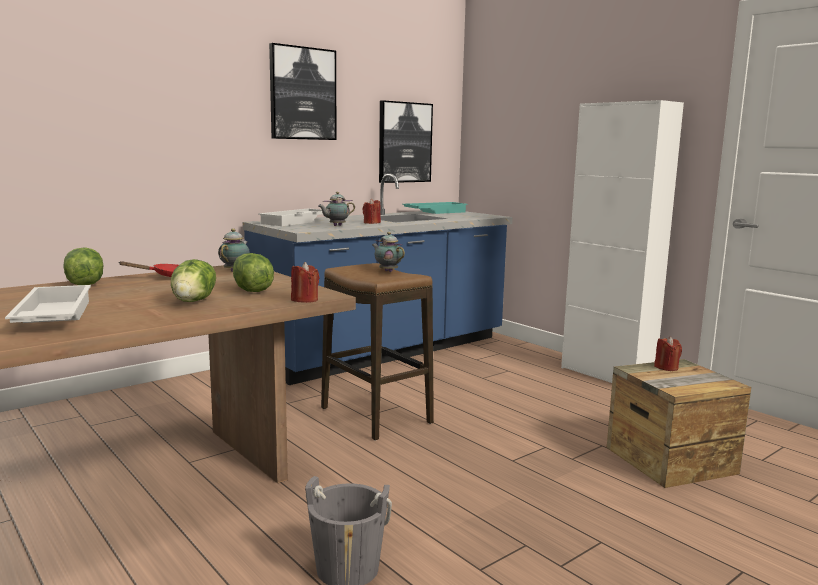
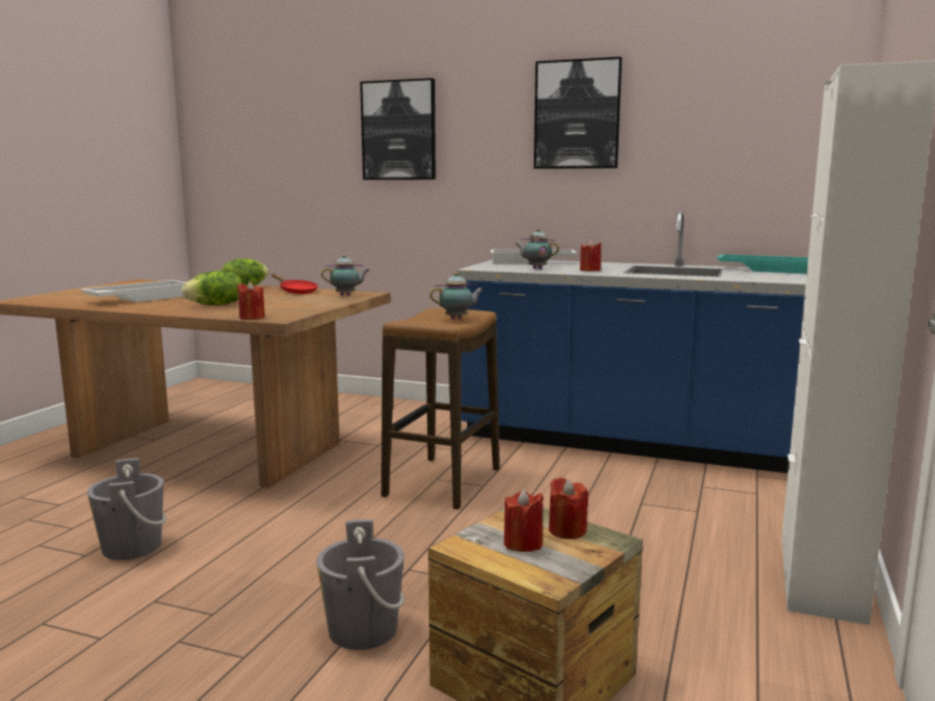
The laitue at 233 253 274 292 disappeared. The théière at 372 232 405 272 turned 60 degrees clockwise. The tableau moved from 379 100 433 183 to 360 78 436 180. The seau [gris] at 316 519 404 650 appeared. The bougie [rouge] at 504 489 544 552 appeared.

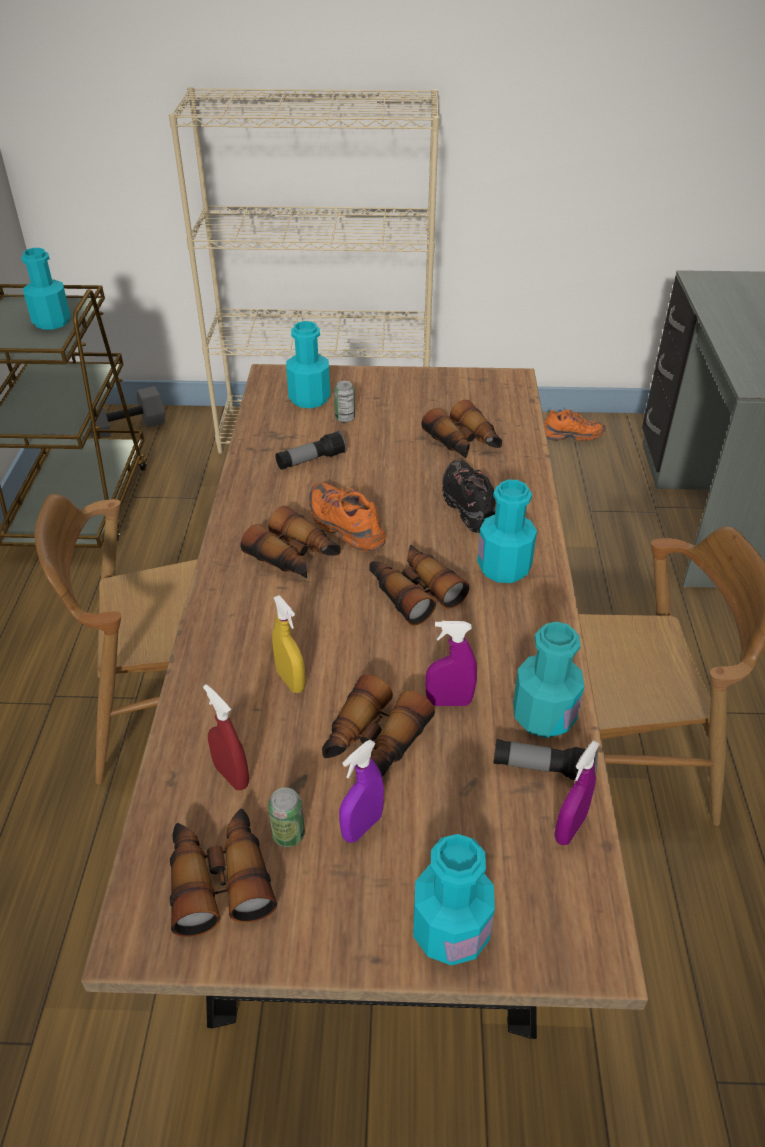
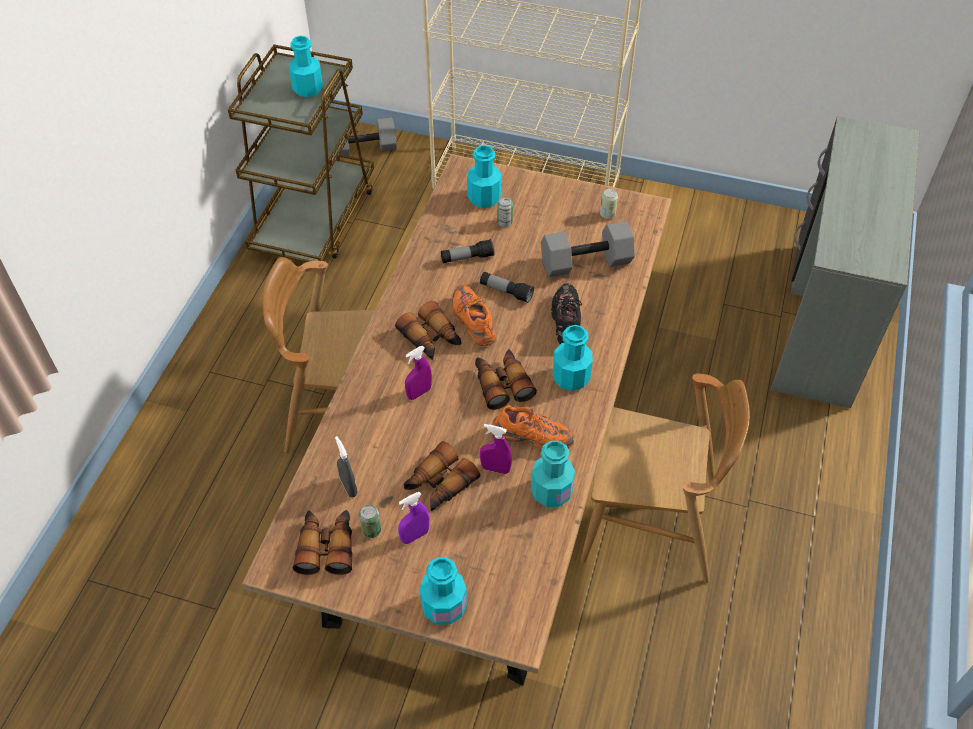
The vaporisateur [rouge] at 203 684 249 790 became the vaporisateur [gris] at 335 436 357 497. The vaporisateur [jaune] at 272 595 306 693 disappeared. The jumelles at 421 400 502 458 was replaced by the haltère [gris] at 541 221 635 277. The lampe de poche moved from 493 739 598 780 to 480 272 534 303. The chaussure [orange] moved from 544 409 606 441 to 493 405 575 450. The vaporisateur [violet] moved from 554 740 600 845 to 405 346 432 400. The boîte métallique at 600 188 618 219 appeared.

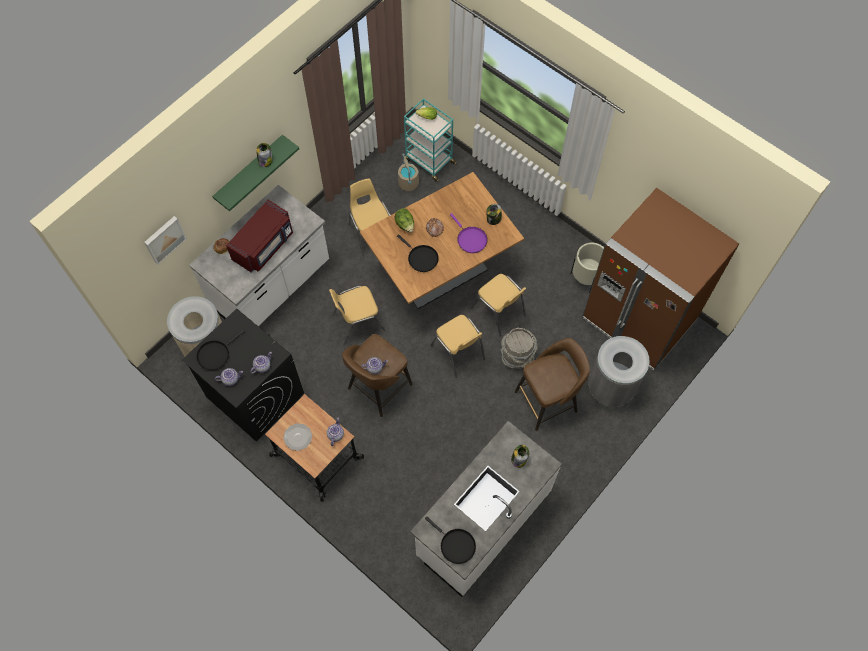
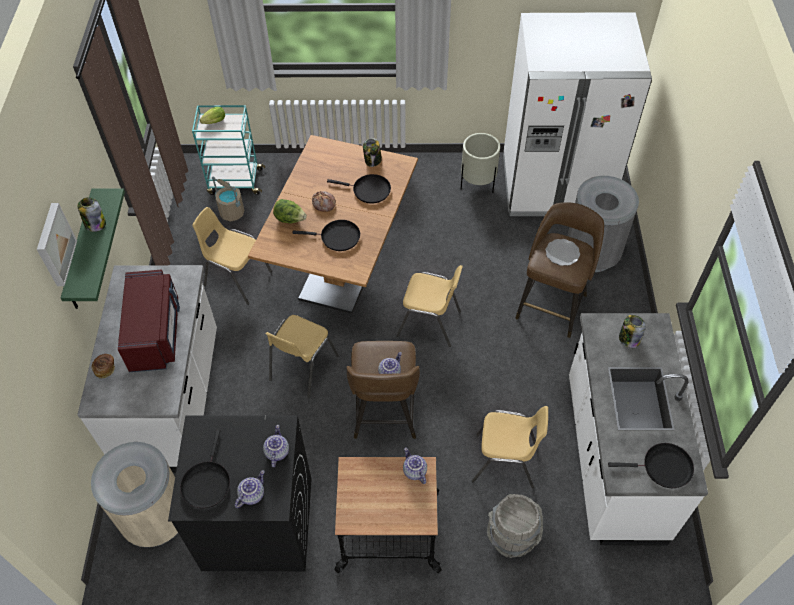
The tableau moved from 144 216 187 265 to 37 203 77 286. The assiette moved from 283 423 312 451 to 546 239 580 266. The poêle [violet] at 450 213 488 253 became the poêle [noir] at 327 174 391 204. The chaise [jaune] moved from 471 274 526 336 to 472 406 548 489. The seau [gris] moved from 501 328 538 369 to 487 494 543 558. The réfrigérateur [marron] at 583 188 739 370 became the réfrigérateur [blanc] at 503 12 652 216.

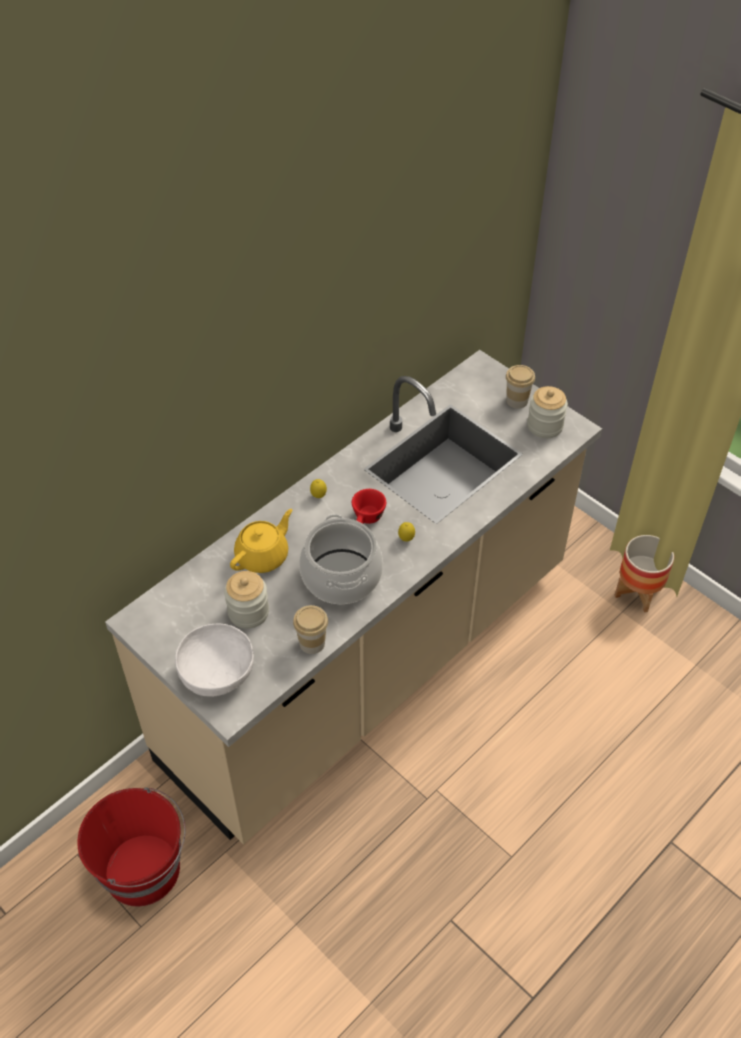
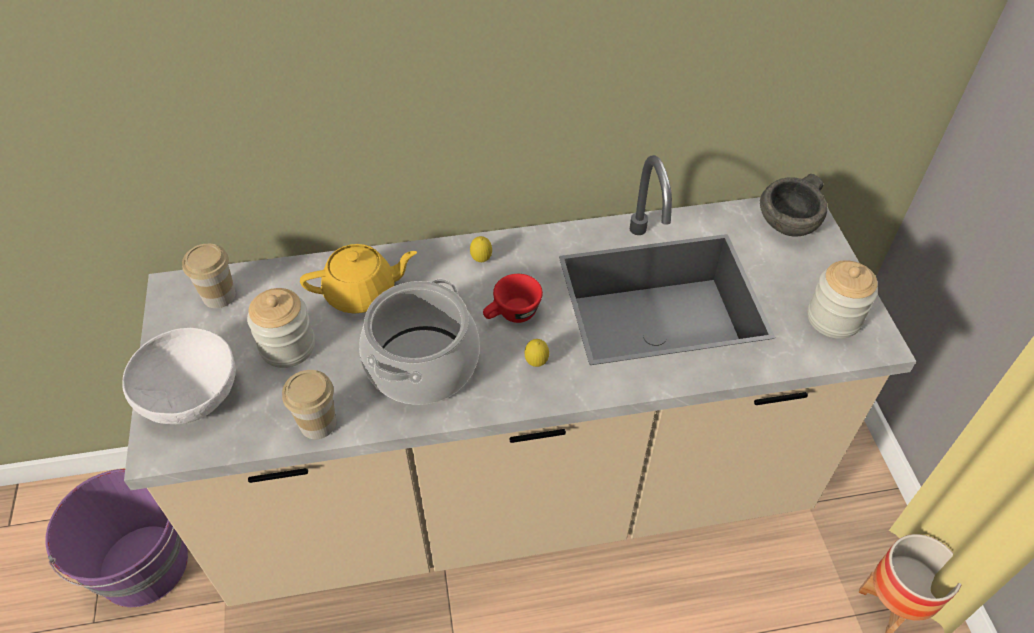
The seau [rouge] at 77 787 186 906 became the seau [violet] at 45 469 188 607. The tasse moved from 506 365 535 409 to 182 244 236 308. The bol [gris] at 760 174 827 237 appeared.

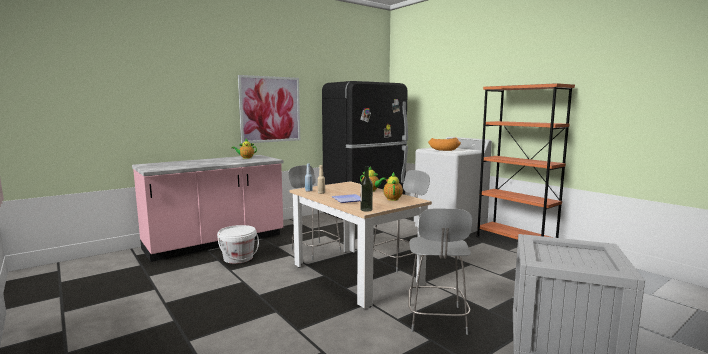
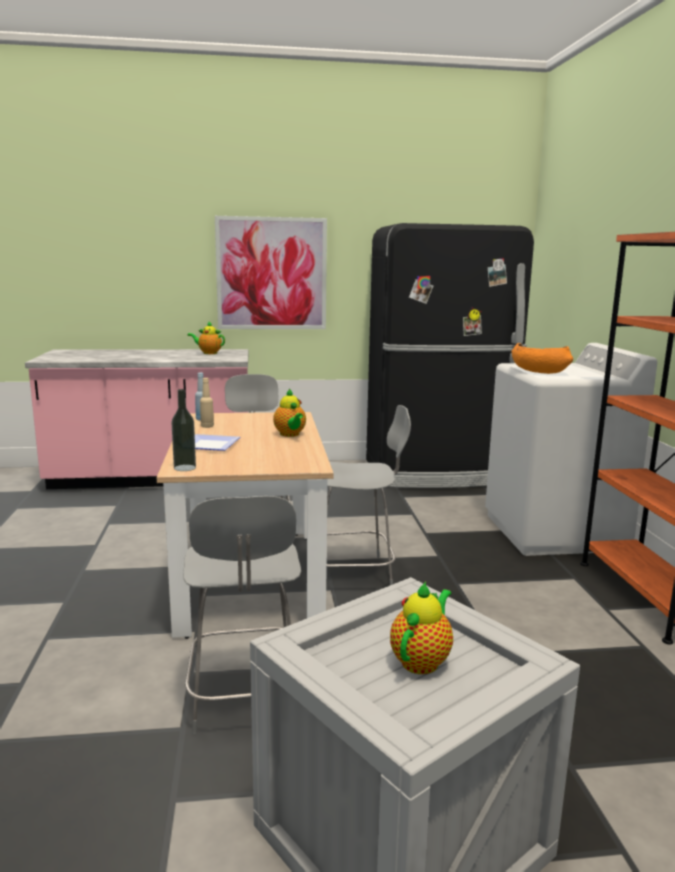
The seau [blanc] at 217 225 259 264 disappeared. The théière moved from 383 172 403 201 to 390 582 453 674. The chaise [gris] at 408 208 473 335 turned 45 degrees counterclockwise.

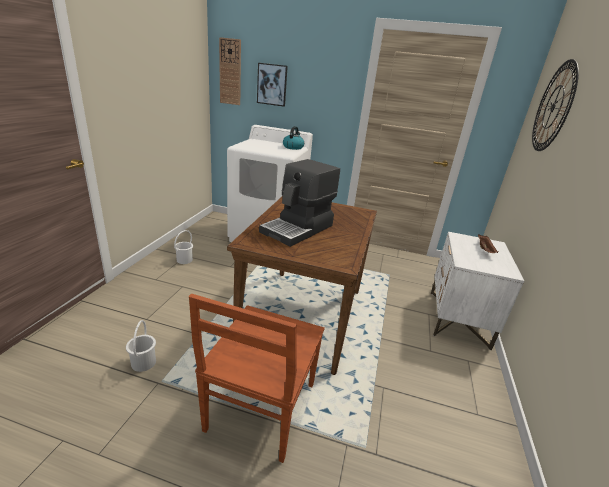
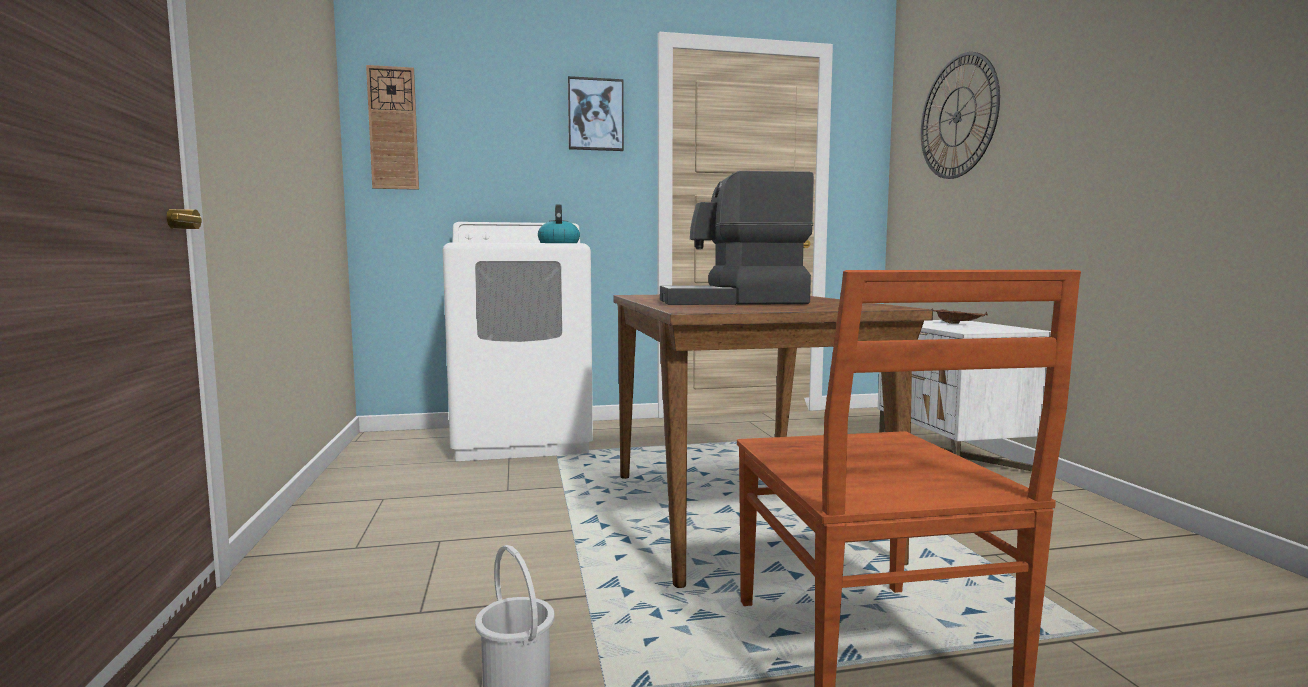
The seau [blanc] at 174 230 193 264 disappeared. The tableau moved from 257 63 288 107 to 568 76 624 151. The machine à café at 259 159 340 247 turned 75 degrees clockwise.

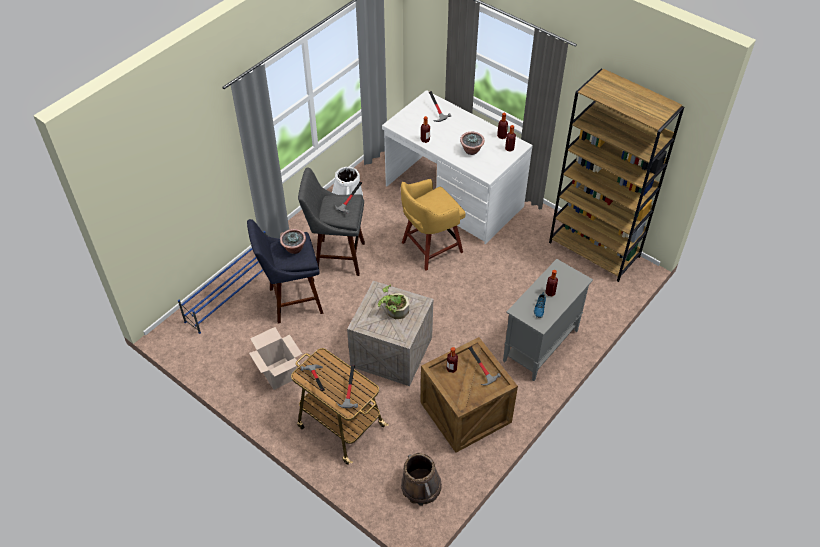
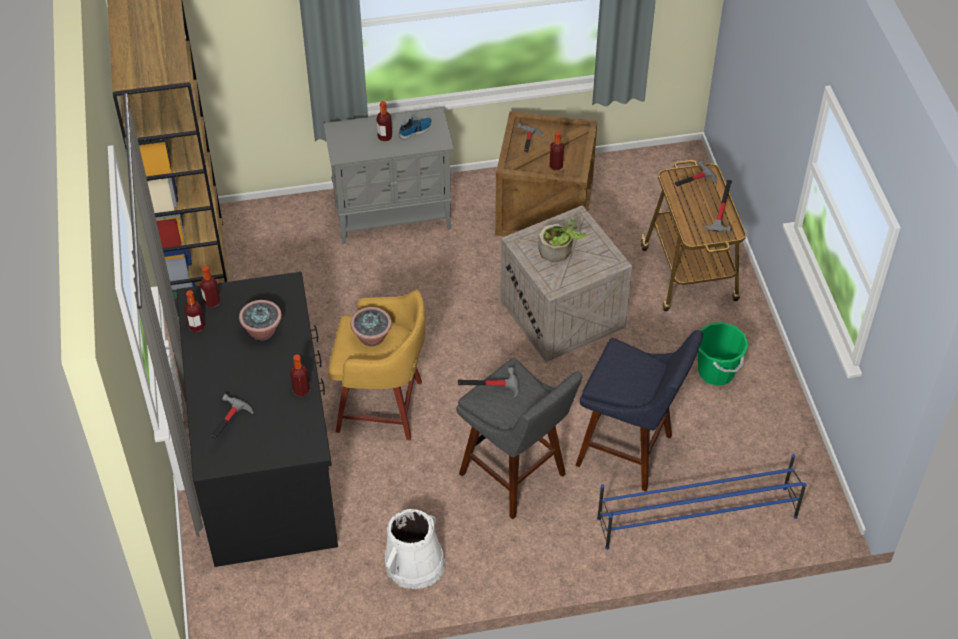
The carton at 249 327 302 390 was replaced by the seau [vert] at 698 322 748 386. The plante en pot moved from 280 229 306 254 to 350 307 392 346. The bureau [blanc] at 382 90 533 244 became the bureau [noir] at 177 272 338 567. The seau [marron] at 401 452 442 506 disappeared.

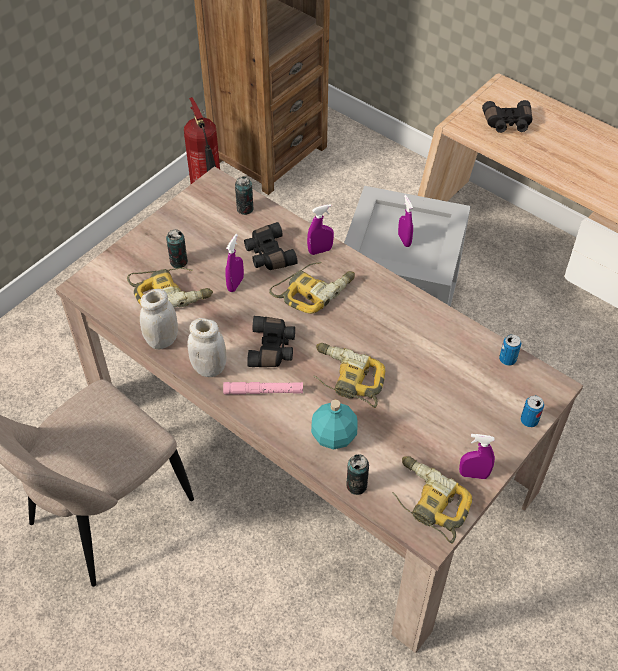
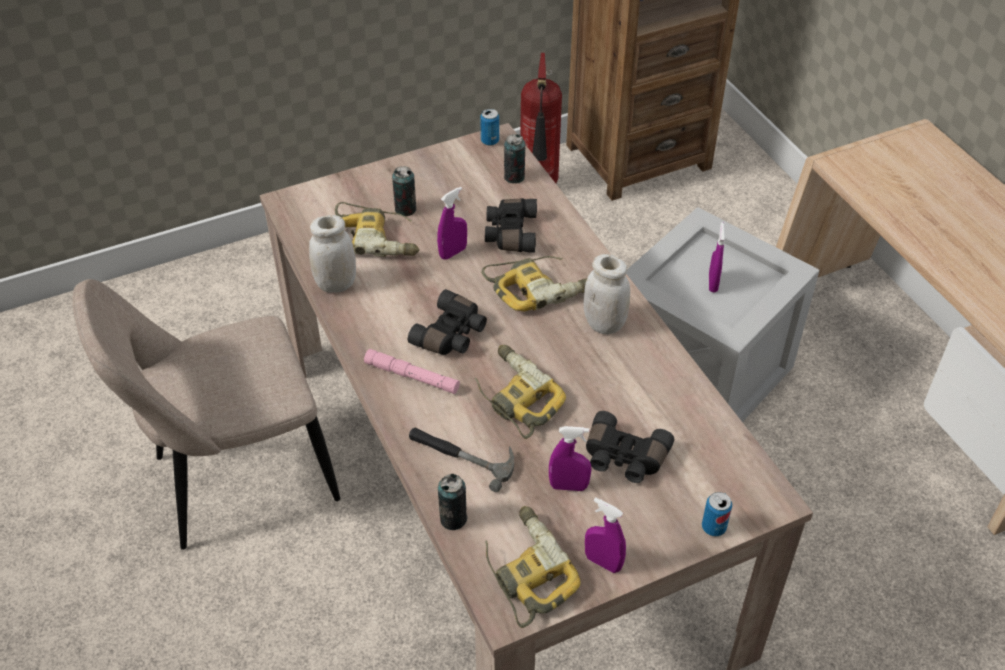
The bocal [blanc] moved from 187 318 226 377 to 583 254 630 334. The vaporisateur [violet] moved from 307 204 334 255 to 549 426 592 491. The bouteille [turquoise] at 311 399 358 450 was replaced by the marteau at 409 428 514 492. The jumelles [noir] moved from 482 100 532 133 to 586 411 674 483. The boîte métallique moved from 499 334 521 366 to 480 109 499 146.

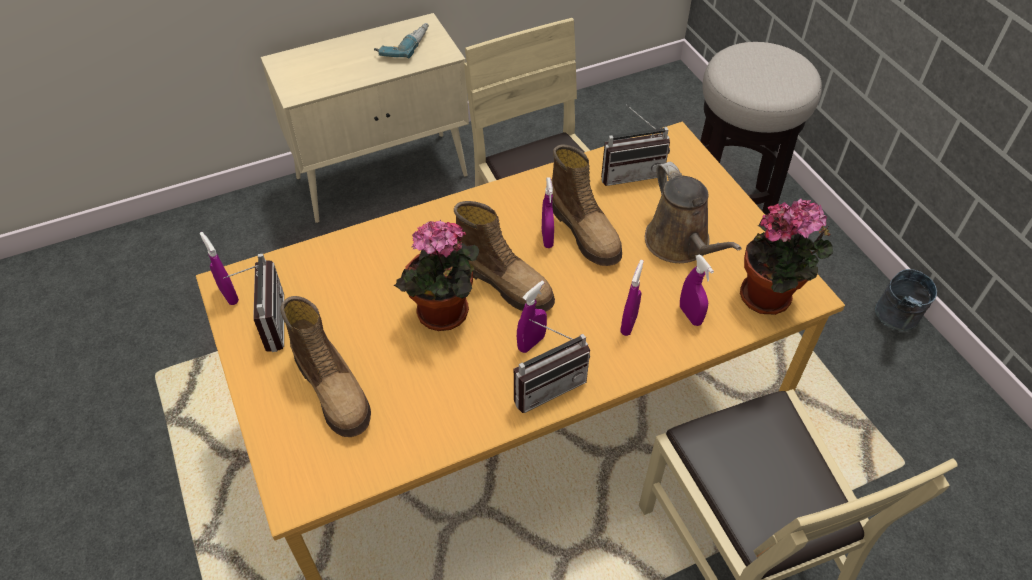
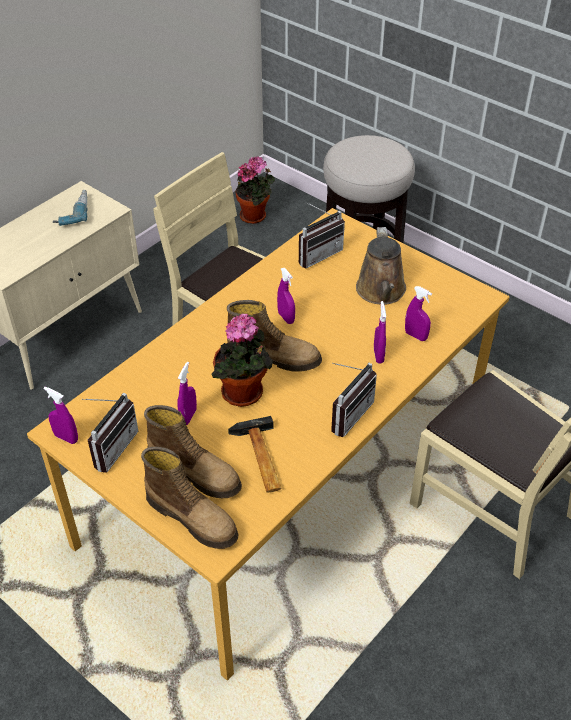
The radio at 223 254 284 352 turned 60 degrees clockwise. The vaporisateur [violet] moved from 517 281 547 353 to 178 362 197 425. The botte moved from 551 144 622 266 to 141 447 238 549. The arrosoir [marron] at 645 162 742 263 turned 45 degrees clockwise. The plante en pot moved from 740 199 833 315 to 235 157 275 224. The seau [gris] at 875 269 937 331 disappeared. The marteau at 228 416 282 492 appeared.

